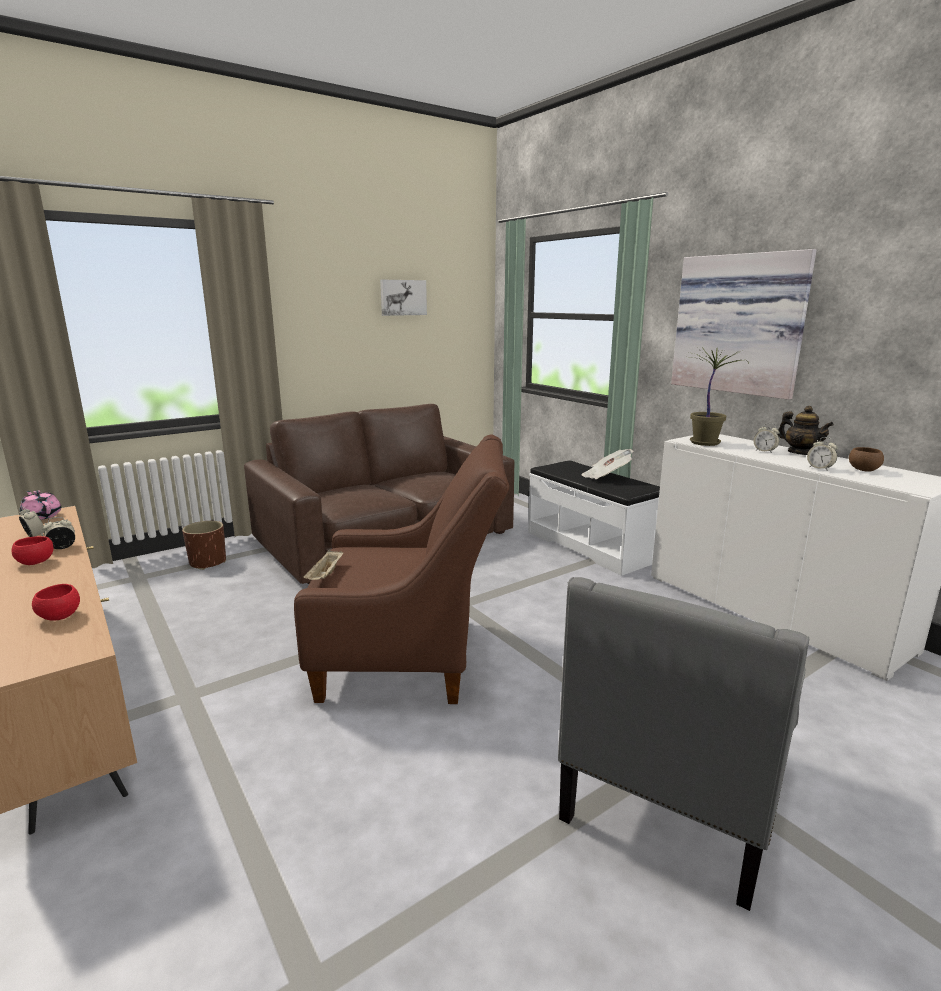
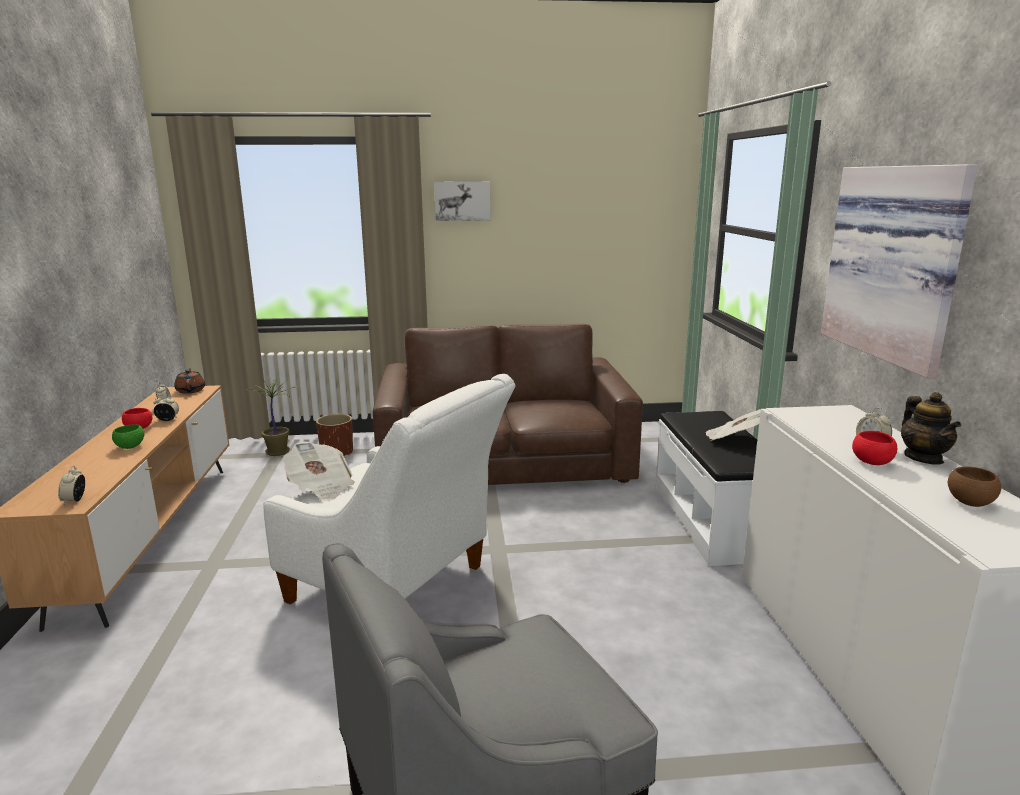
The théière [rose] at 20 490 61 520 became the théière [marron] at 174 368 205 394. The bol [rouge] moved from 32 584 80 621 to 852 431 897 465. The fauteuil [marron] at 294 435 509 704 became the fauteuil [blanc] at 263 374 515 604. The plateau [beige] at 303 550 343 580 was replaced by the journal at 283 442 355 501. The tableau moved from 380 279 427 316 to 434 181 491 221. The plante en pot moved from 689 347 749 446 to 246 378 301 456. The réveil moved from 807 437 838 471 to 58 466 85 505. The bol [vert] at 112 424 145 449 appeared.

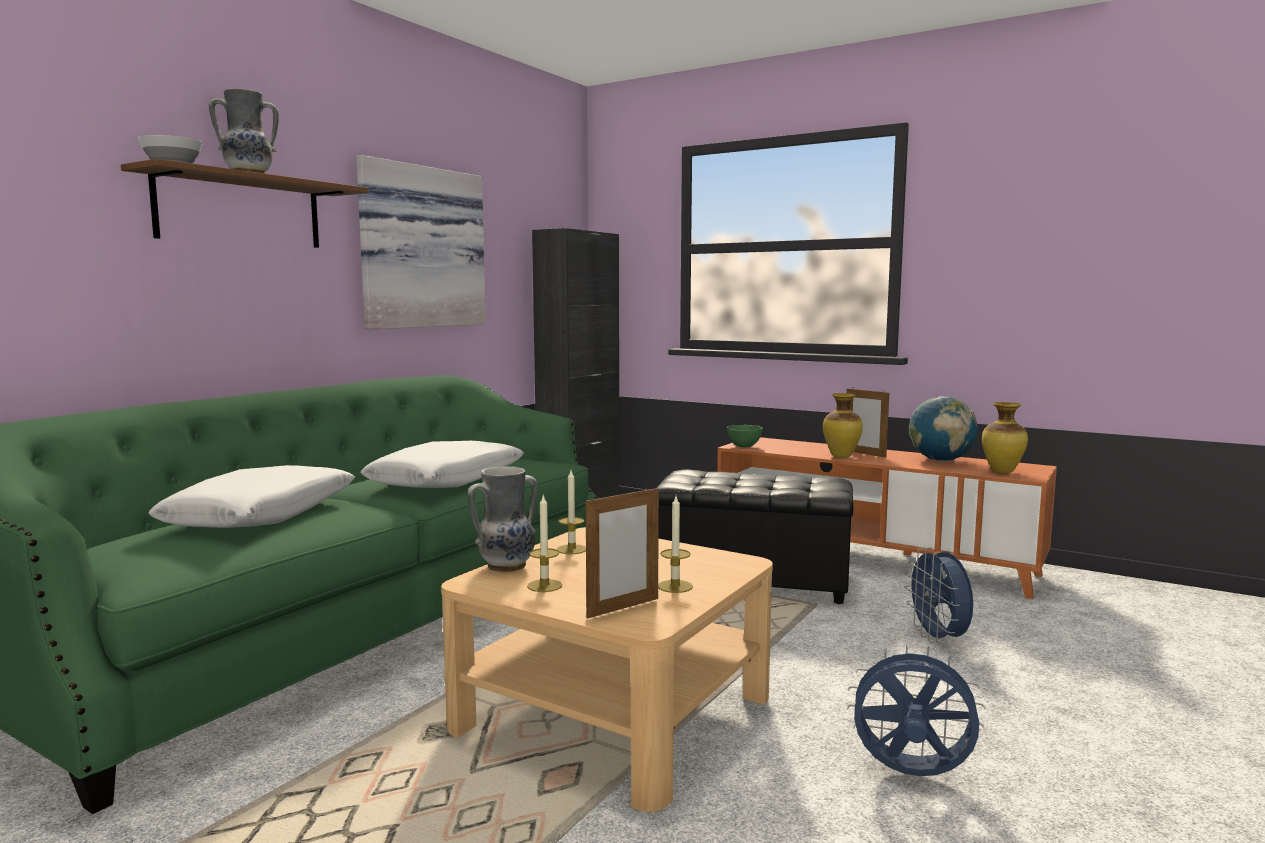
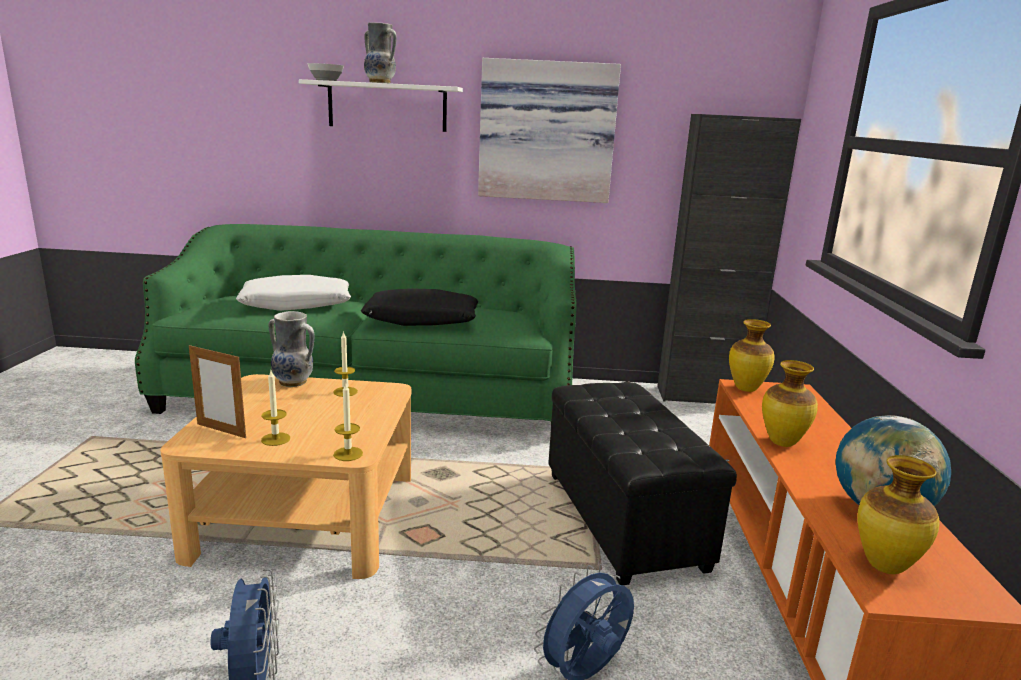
The étagère [marron] at 121 159 368 248 became the étagère [blanc] at 299 79 463 132. The coussin [blanc] at 361 441 524 488 became the coussin [noir] at 361 288 478 326. The bougie moved from 527 494 562 592 to 333 384 363 461. The bol [vert] at 727 425 763 447 was replaced by the vase at 729 319 775 392. The cadre photo at 846 389 889 458 disappeared.

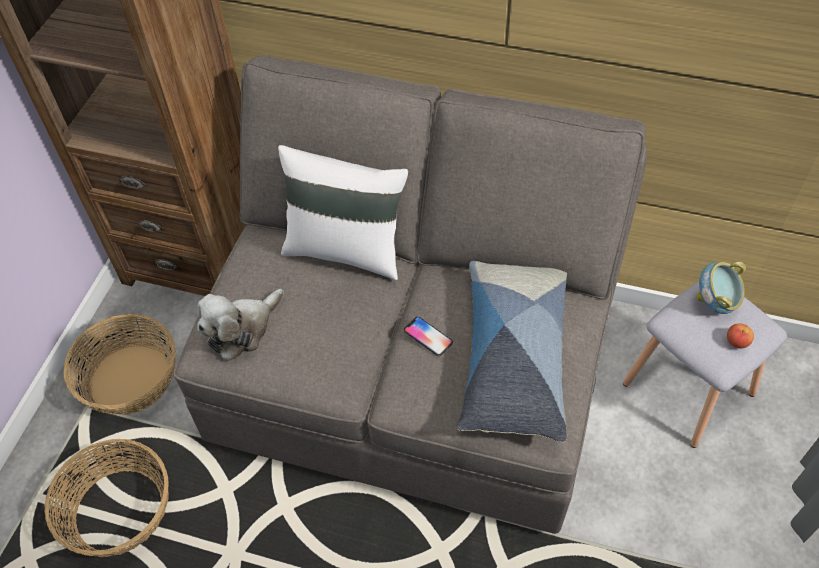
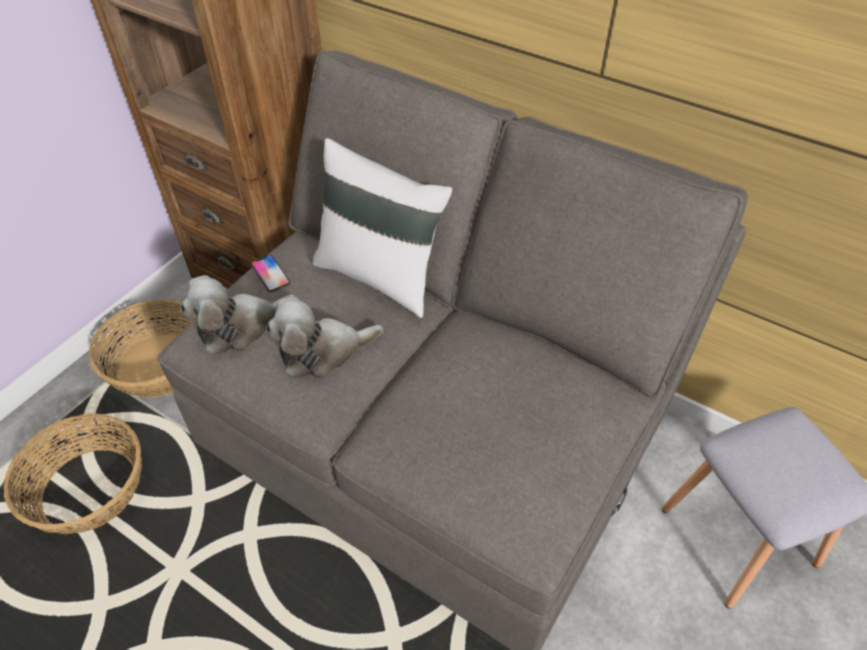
The téléphone moved from 404 317 453 356 to 251 255 291 292. The coussin at 457 261 567 442 disappeared. The bol at 697 262 746 314 disappeared. The pomme at 727 323 754 348 disappeared. The peluche at 266 297 383 378 appeared.

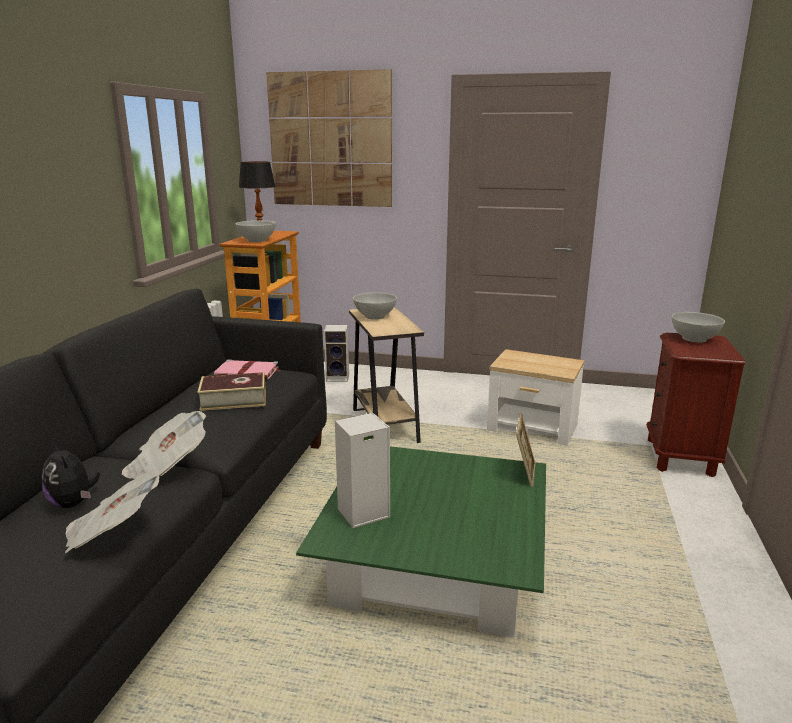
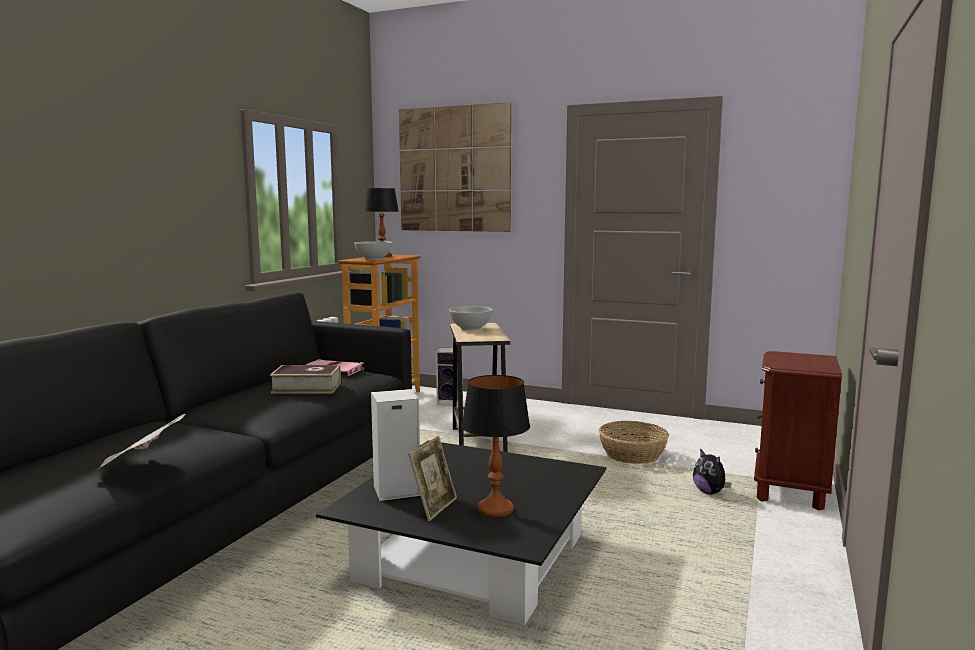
The peluche moved from 42 443 100 508 to 693 449 732 494. The journal at 122 411 206 479 disappeared. The table basse [vert] at 296 446 546 638 became the table basse [noir] at 316 440 606 625. The table d'appoint at 487 349 584 446 was replaced by the panier at 599 421 669 464. The cadre photo moved from 516 413 536 487 to 408 436 457 521. The bol [blanc] at 671 312 725 342 disappeared. The lampe de table at 462 375 530 517 appeared.

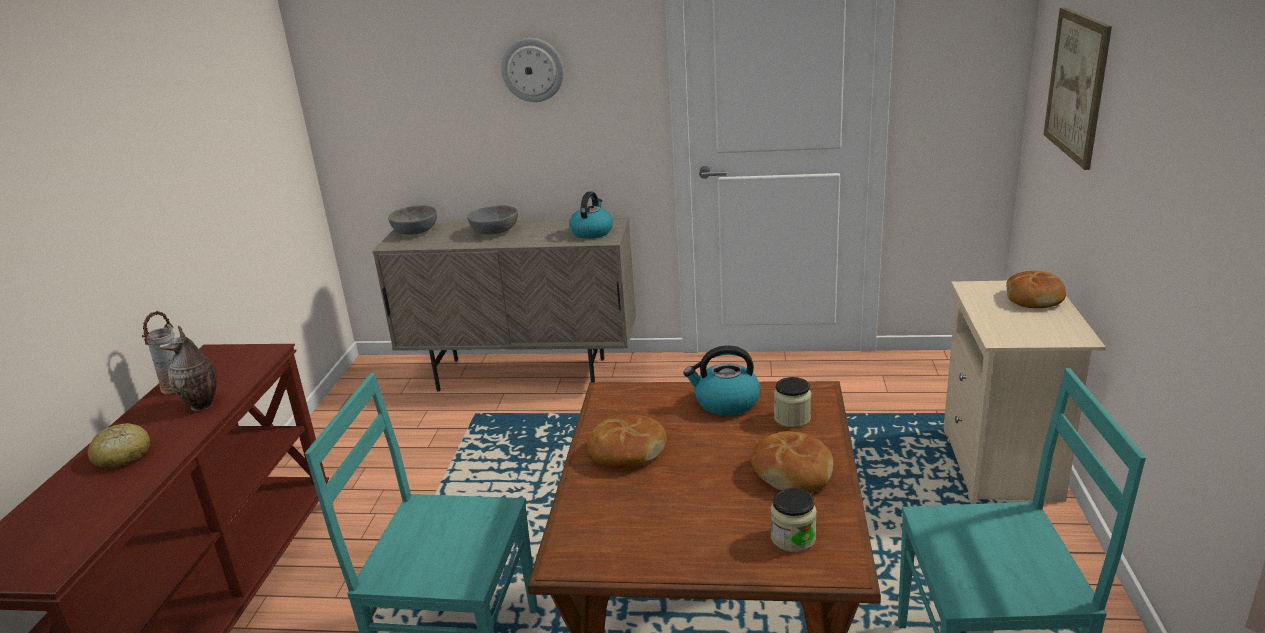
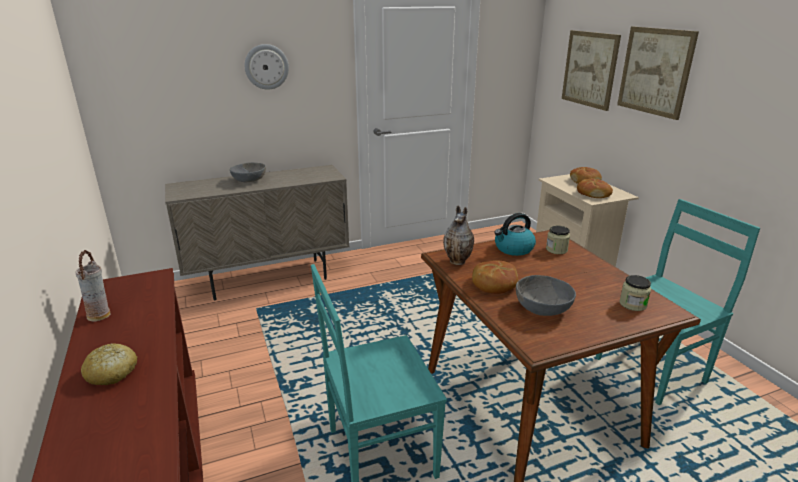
The vase moved from 159 325 217 411 to 443 206 474 265. The bol [gris] moved from 388 205 437 235 to 516 275 576 316. The bouilloire at 569 191 613 239 disappeared. The pain moved from 750 431 833 493 to 577 179 613 198. The tableau at 617 26 699 120 appeared.

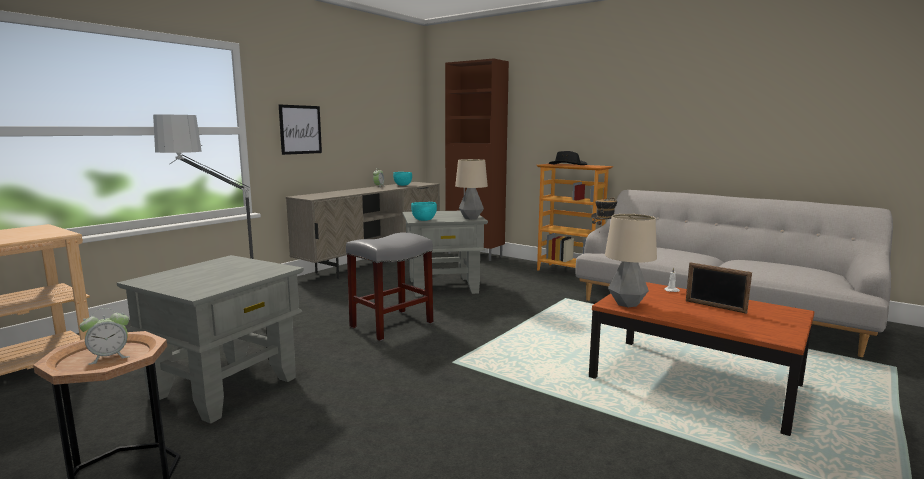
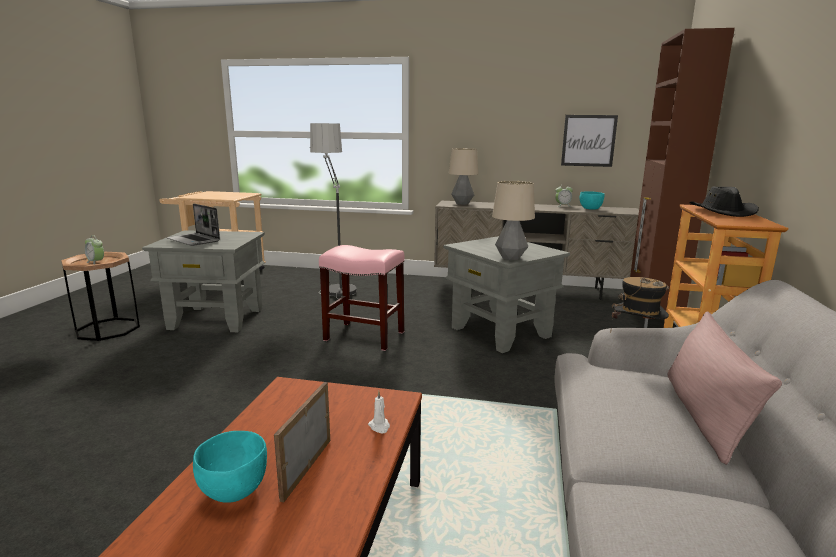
The tableau moved from 279 104 322 155 to 561 115 618 167. The tabouret [gris] at 346 232 433 341 became the tabouret [rose] at 319 245 405 351. The bol [turquoise] moved from 411 202 437 221 to 193 431 267 503. The lampe de table moved from 605 214 657 307 to 449 148 478 205. The ordinateur portable at 166 204 220 246 appeared. The coussin [rose] at 668 311 782 465 appeared.

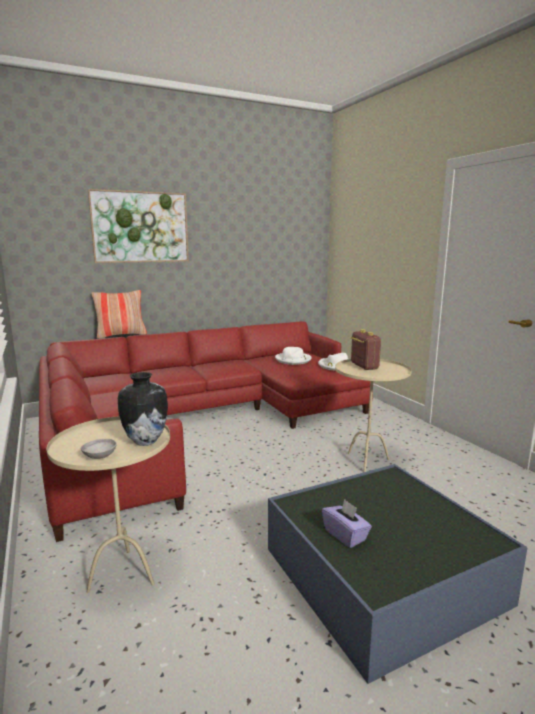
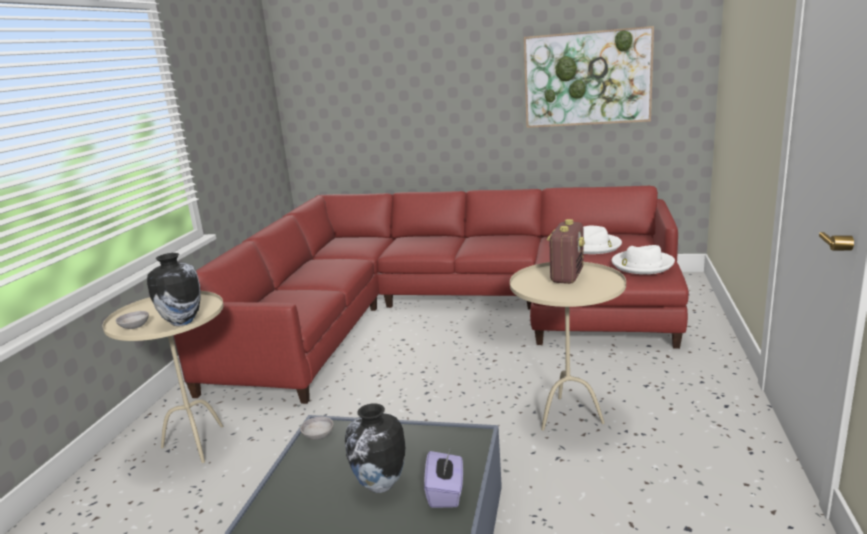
The tableau moved from 88 189 189 263 to 524 26 654 128. The coussin at 91 290 147 339 disappeared. The boîte à mouchoirs [violet] moved from 322 499 372 548 to 424 450 463 508. The bol [gris] at 300 417 333 440 appeared. The vase at 345 403 405 493 appeared.

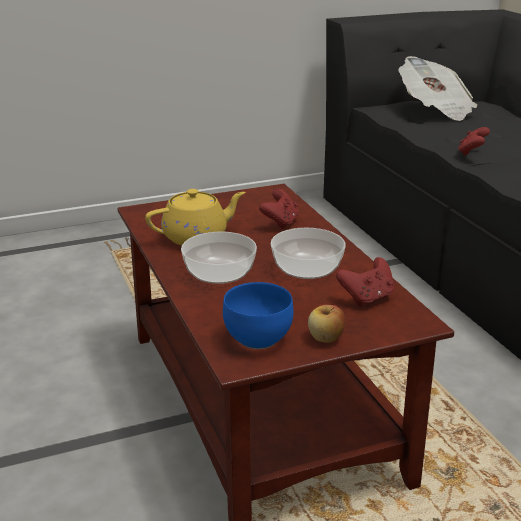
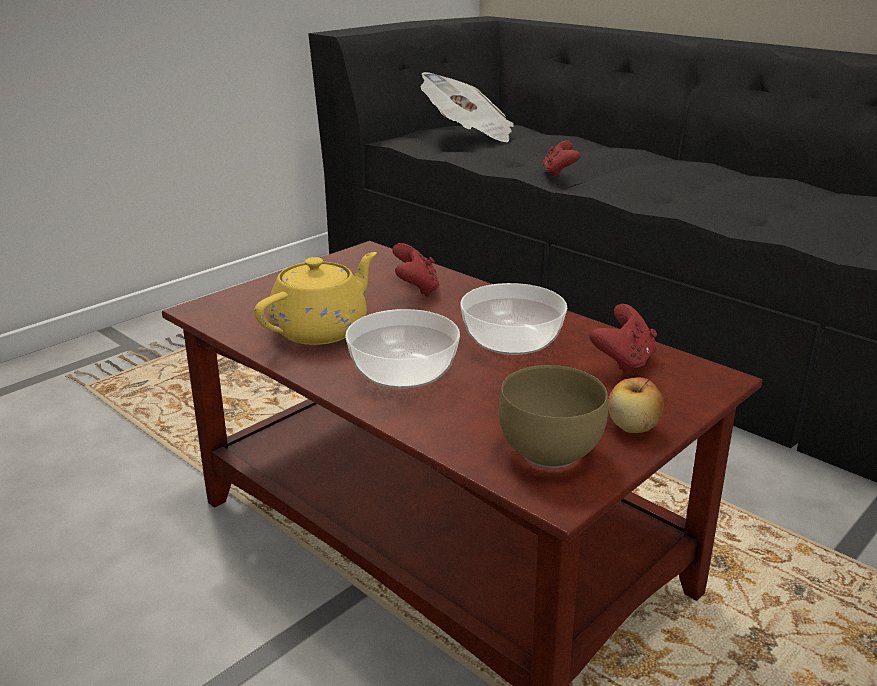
The bol [bleu] at 223 282 293 349 became the bol [marron] at 499 365 608 468.

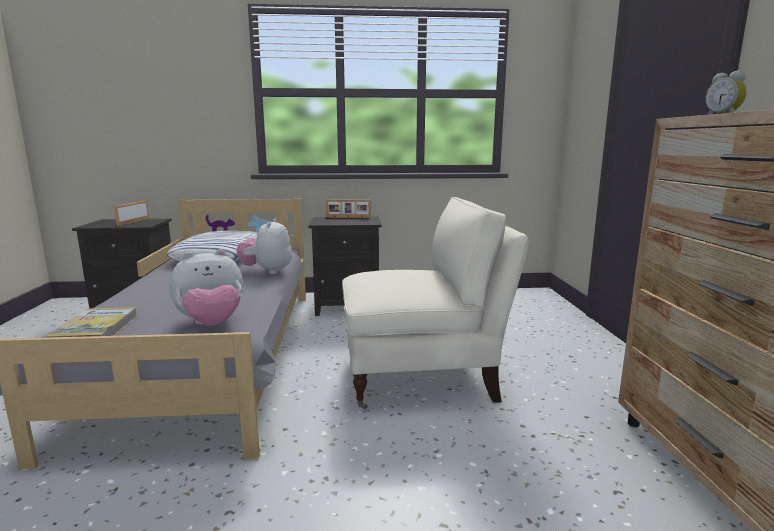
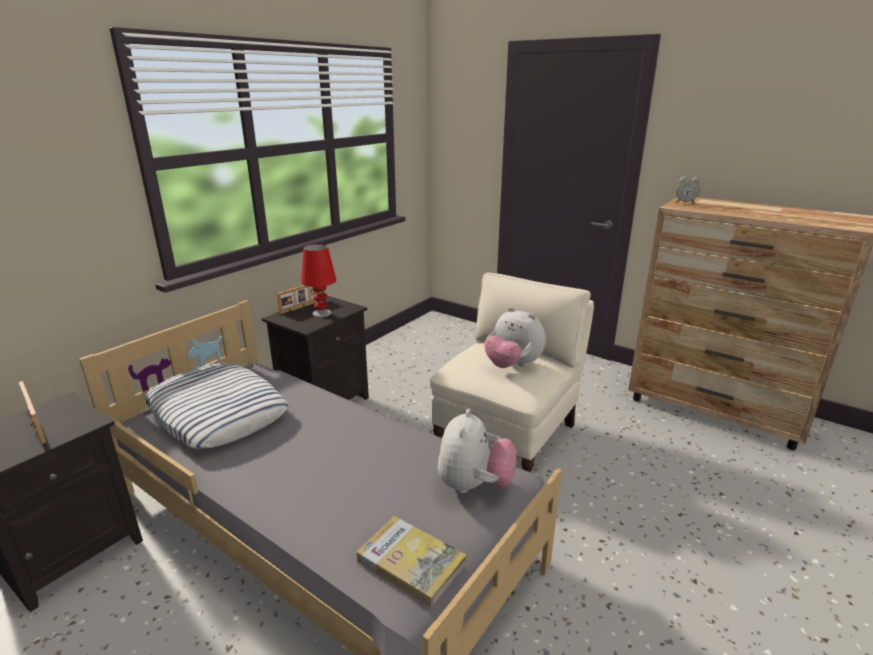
The peluche moved from 236 219 292 274 to 484 307 546 368. The lampe de table [rouge] at 301 244 337 317 appeared.

